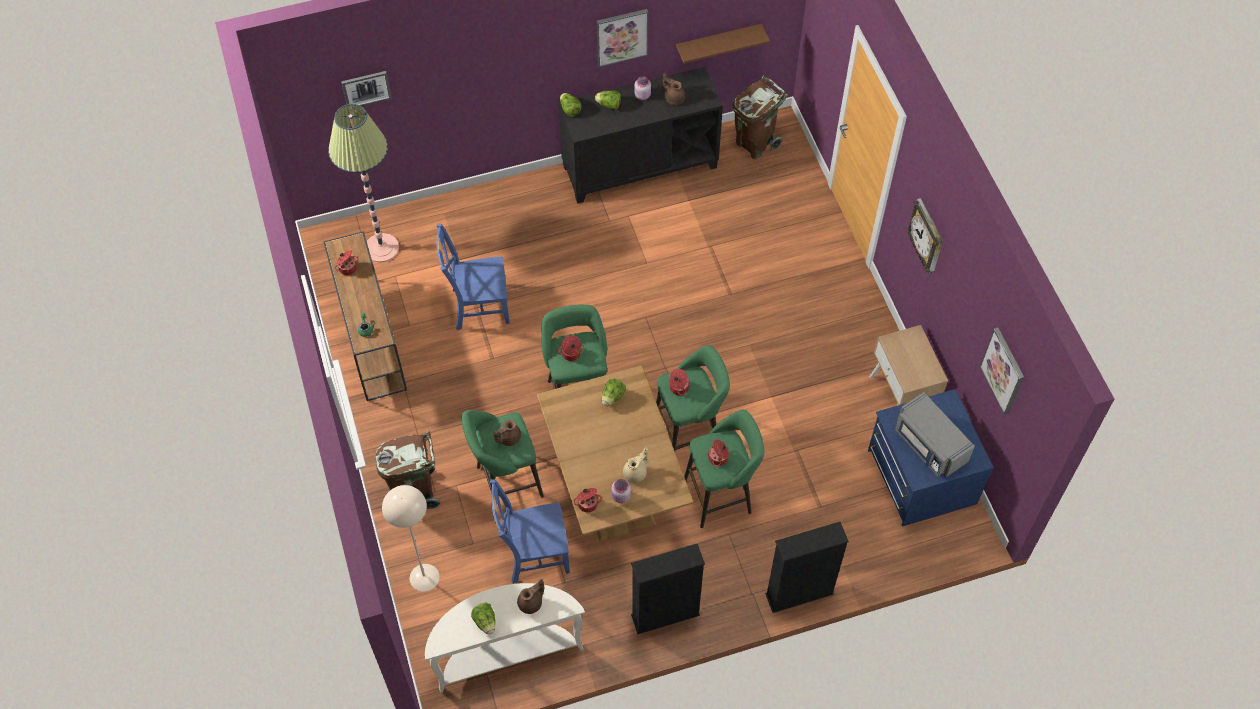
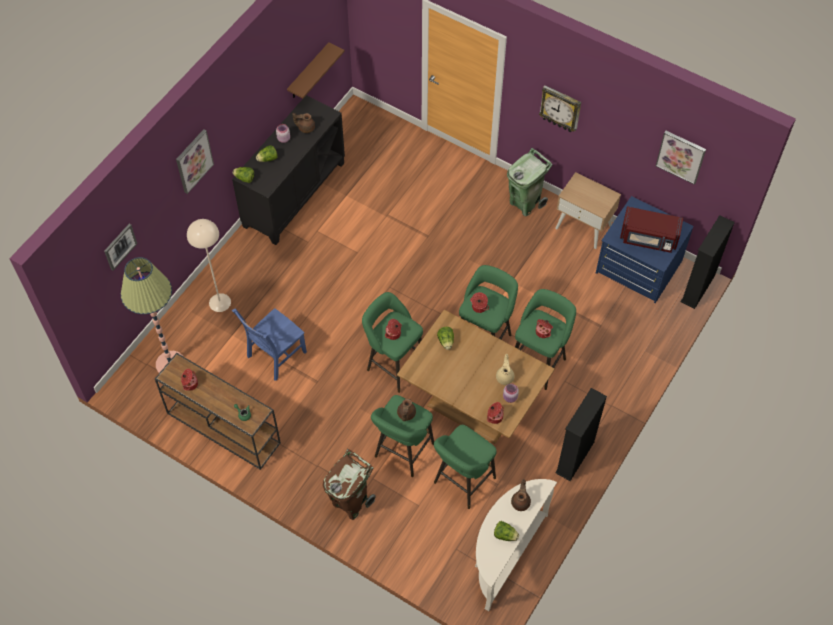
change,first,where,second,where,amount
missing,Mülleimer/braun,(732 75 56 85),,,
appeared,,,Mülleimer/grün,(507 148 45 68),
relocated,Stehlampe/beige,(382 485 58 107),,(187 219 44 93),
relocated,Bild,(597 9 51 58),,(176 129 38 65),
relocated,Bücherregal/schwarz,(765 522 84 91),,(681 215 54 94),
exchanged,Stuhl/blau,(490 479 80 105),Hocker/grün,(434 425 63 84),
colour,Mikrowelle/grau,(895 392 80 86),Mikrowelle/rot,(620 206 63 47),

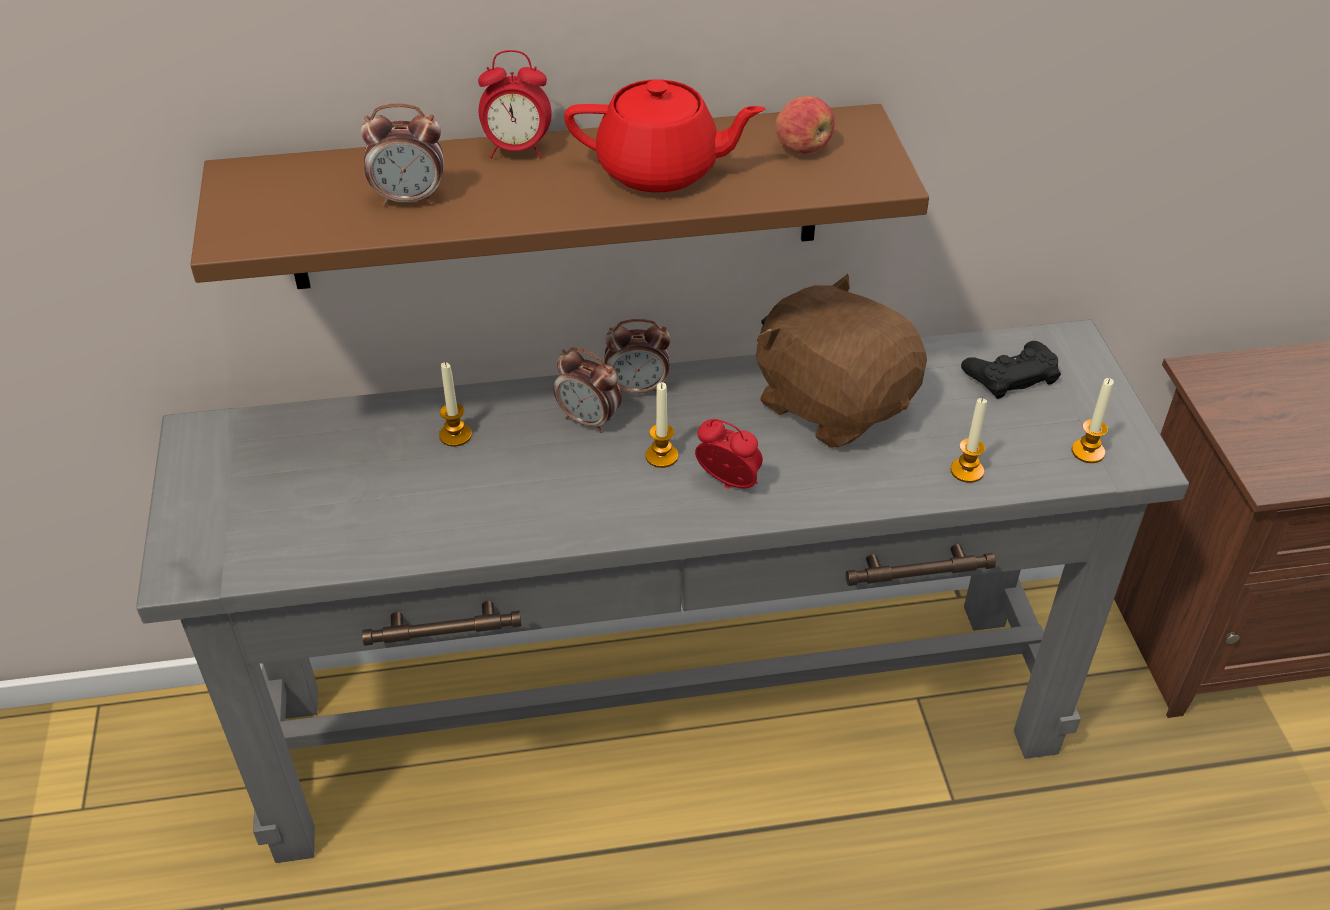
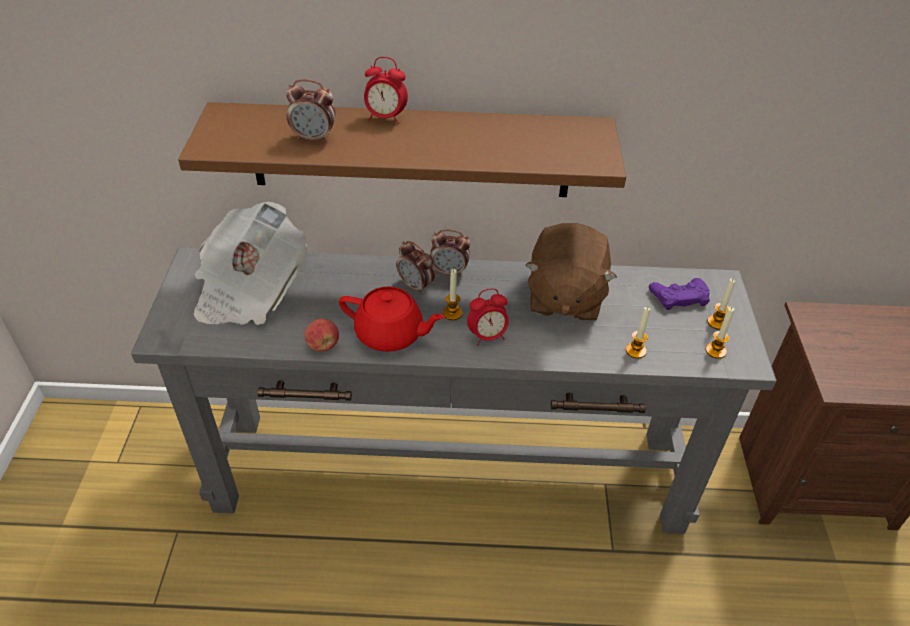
change,first,where,second,where,amount
appeared,,,Zeitung,(194 202 113 123),
relocated,Kerze,(439 362 33 85),,(707 279 28 51),
relocated,Teekanne/rot,(564 79 201 113),,(339 287 106 65),
relocated,Apfel,(775 96 60 58),,(305 319 34 33),
colour,Gamepad/schwarz,(961 341 100 58),Gamepad/lila,(649 278 61 32),
spun,Wecker,(695 419 68 70),,(467 288 42 58),120 degrees clockwise
spun,Plüschtier/braun,(756 274 171 174),,(525 223 92 99),135 degrees counterclockwise

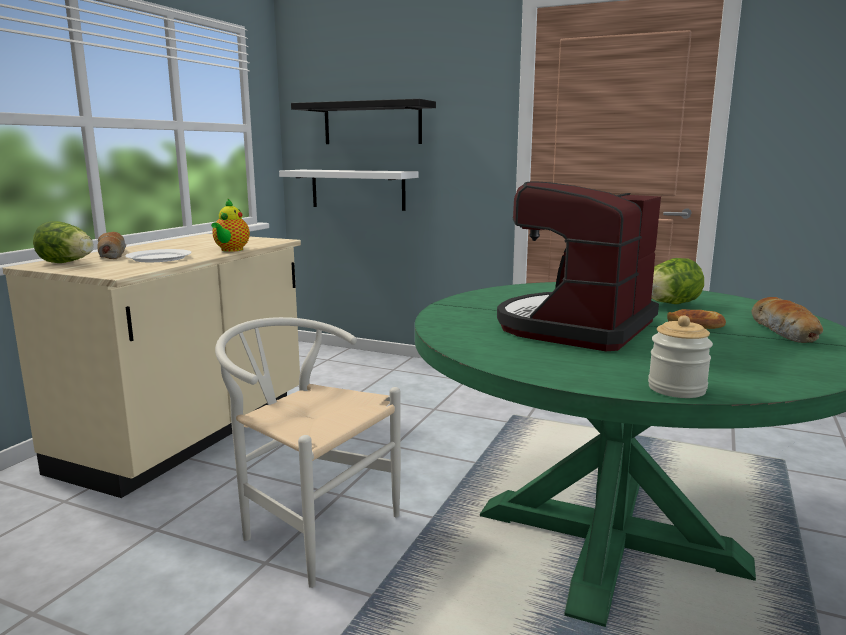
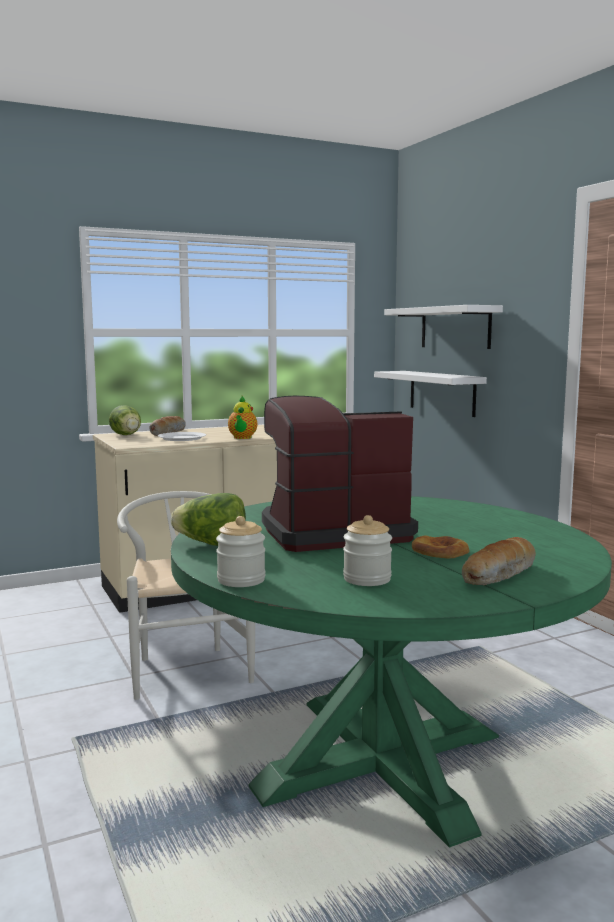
change,first,where,second,where,amount
appeared,,,Vorratsglas,(343 515 49 71),
relocated,Salatkopf,(651 258 53 46),,(171 493 75 53),
colour,Wandregal/schwarz,(291 99 145 45),Wandregal/weiß,(384 305 119 44),
spun,Teekanne,(211 199 39 53),,(228 396 29 43),45 degrees counterclockwise

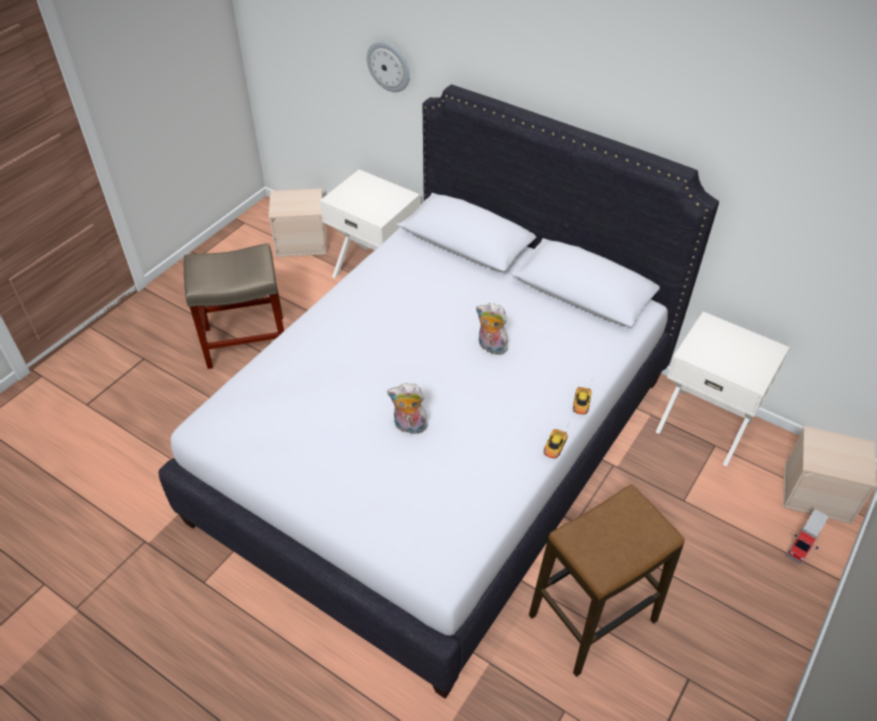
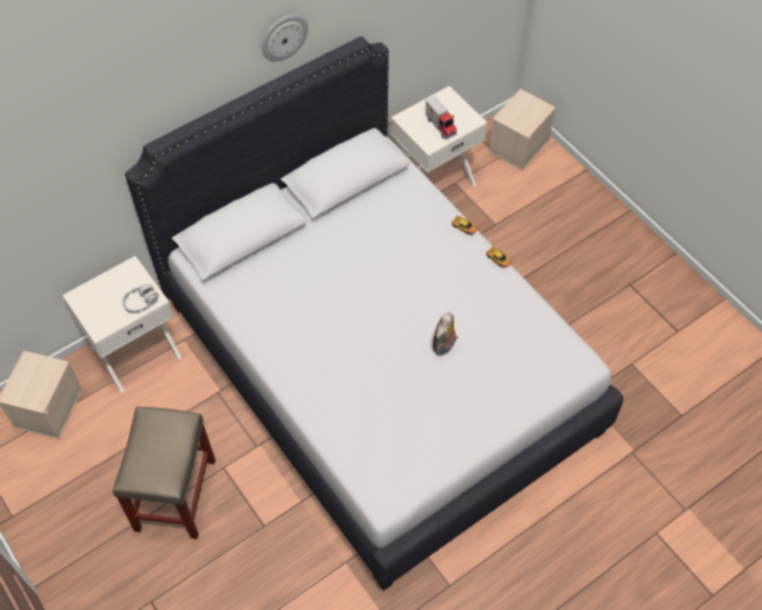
change,first,where,second,where,amount
missing,Plüschtier,(476 303 32 52),,,
missing,Hocker,(529 484 156 193),,,
appeared,,,Kopfhörer/grau,(122 284 37 29),
relocated,Wanduhr,(367 42 43 50),,(262 15 46 47),
relocated,Spielzeuglaster,(787 509 42 55),,(426 96 31 43),

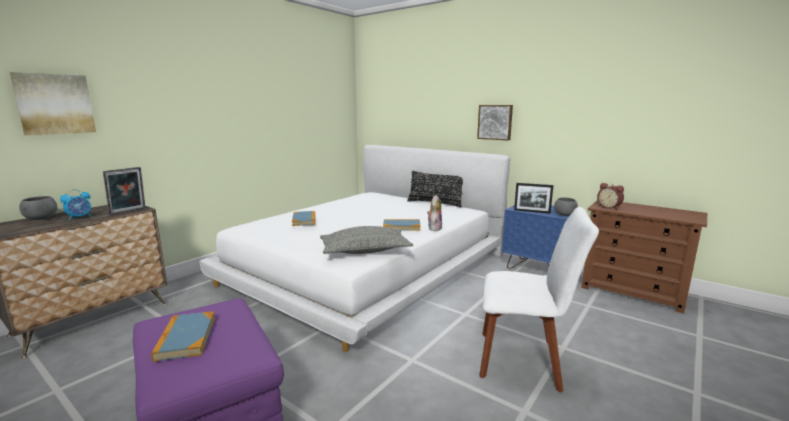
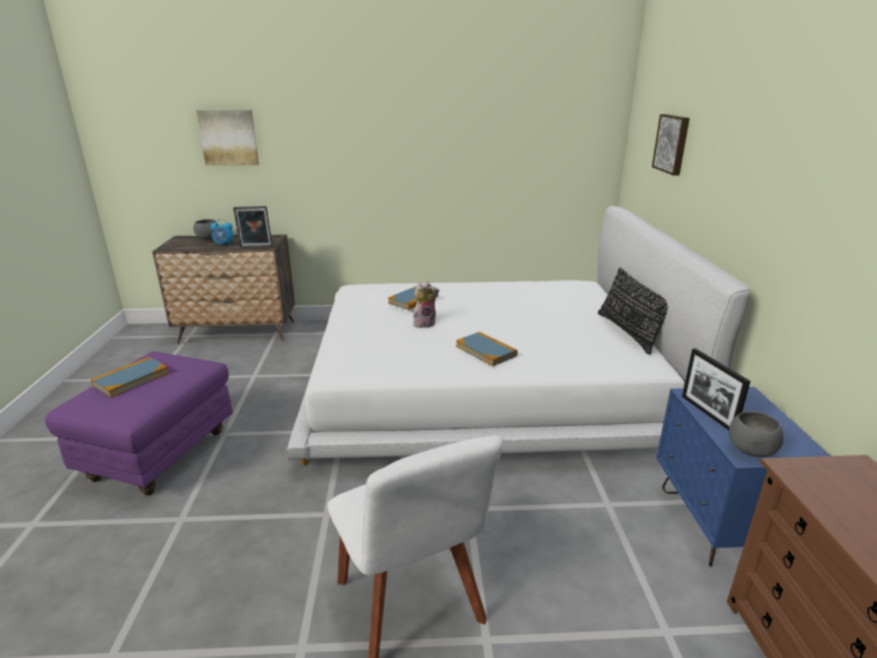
change,first,where,second,where,amount
missing,Kissen/grau,(320 226 93 28),,,
missing,Wecker,(597 183 27 26),,,
relocated,Plüschtier,(427 195 15 36),,(413 282 26 46),
relocated,Bild,(477 105 36 36),,(652 114 38 62),

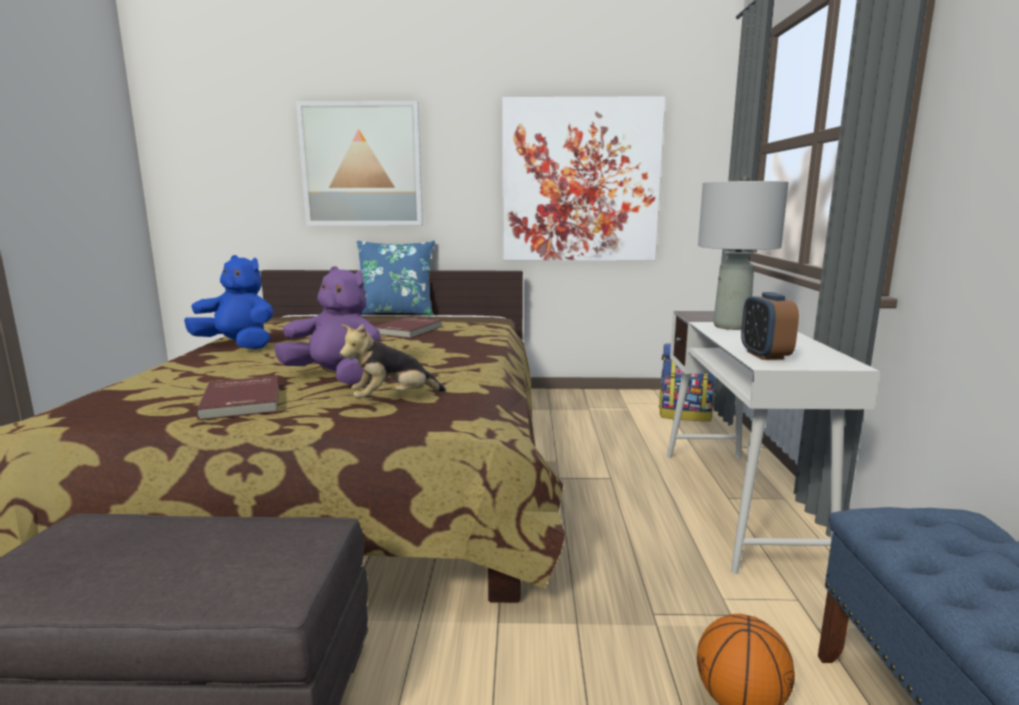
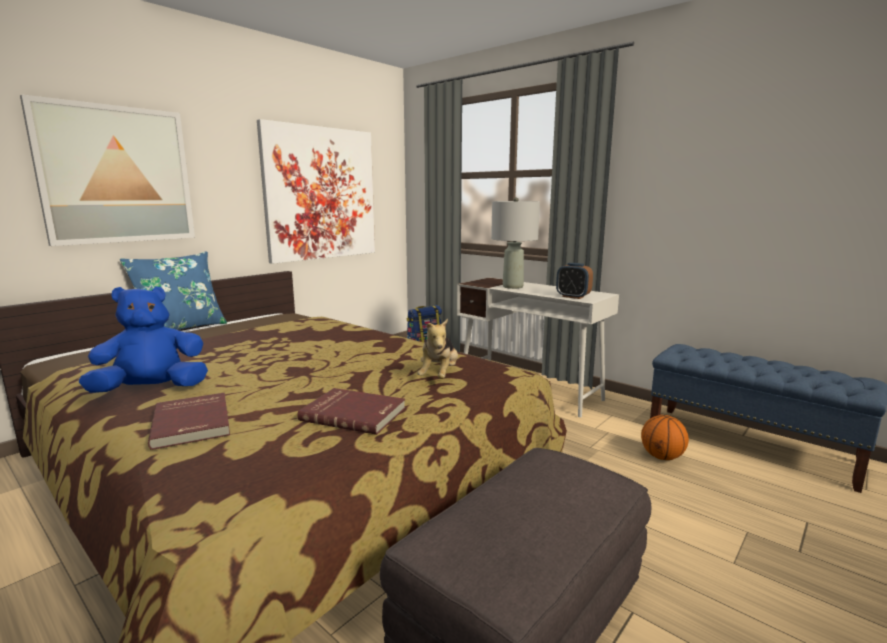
change,first,where,second,where,amount
missing,Plüschtier/lila,(274 266 107 118),,,
relocated,Buch/rot,(374 317 68 21),,(148 393 82 57),

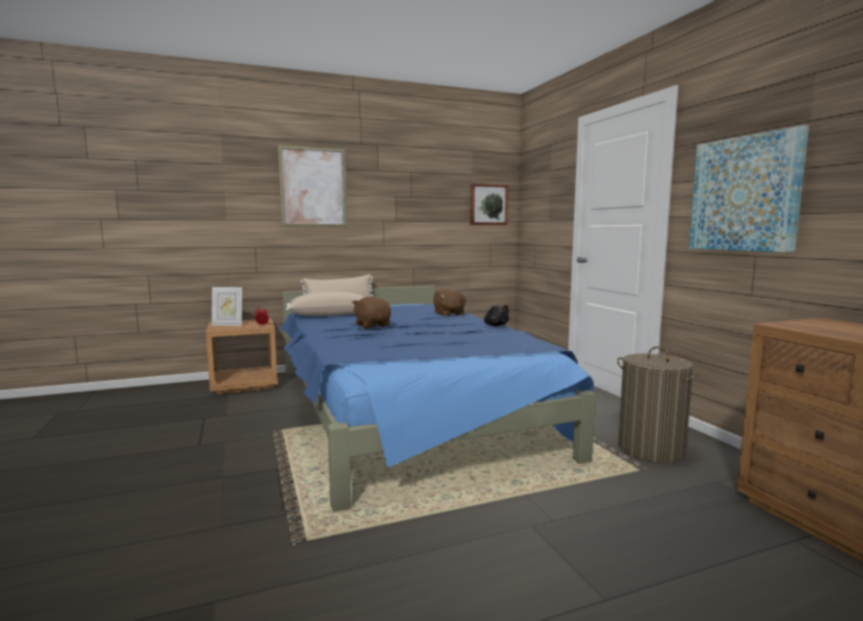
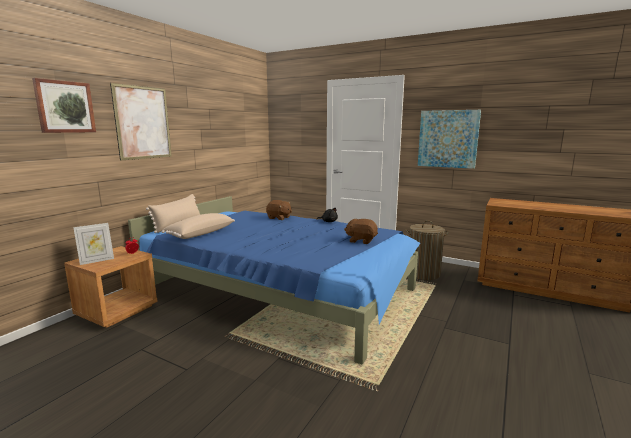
change,first,where,second,where,amount
relocated,Plüschtier/braun,(352 297 39 32),,(344 219 34 25),
relocated,Bild,(470 184 38 41),,(32 78 64 55),

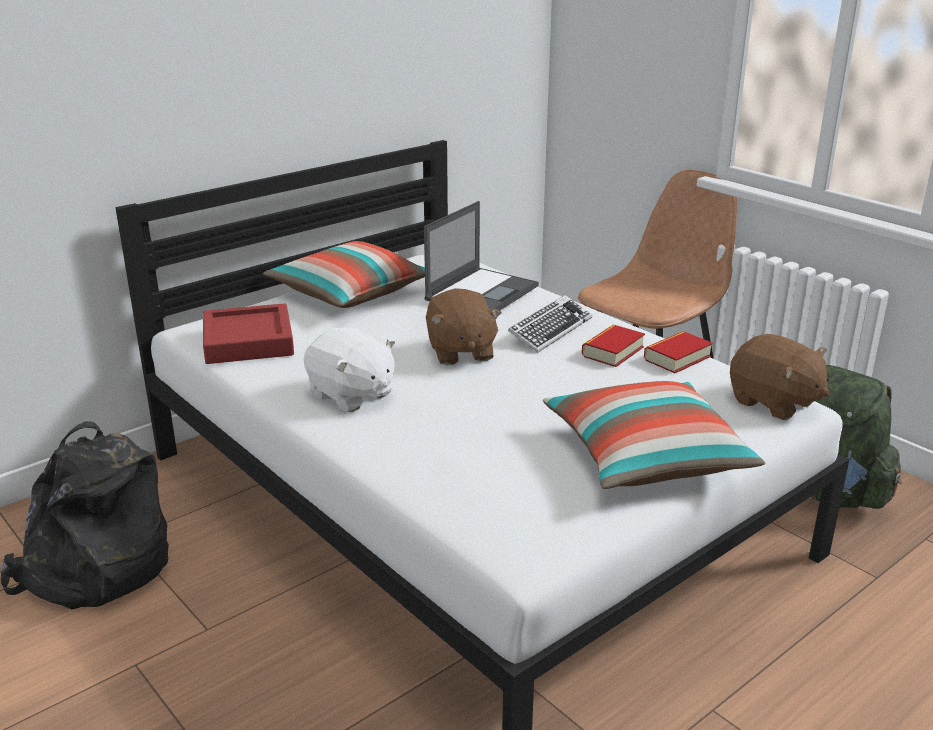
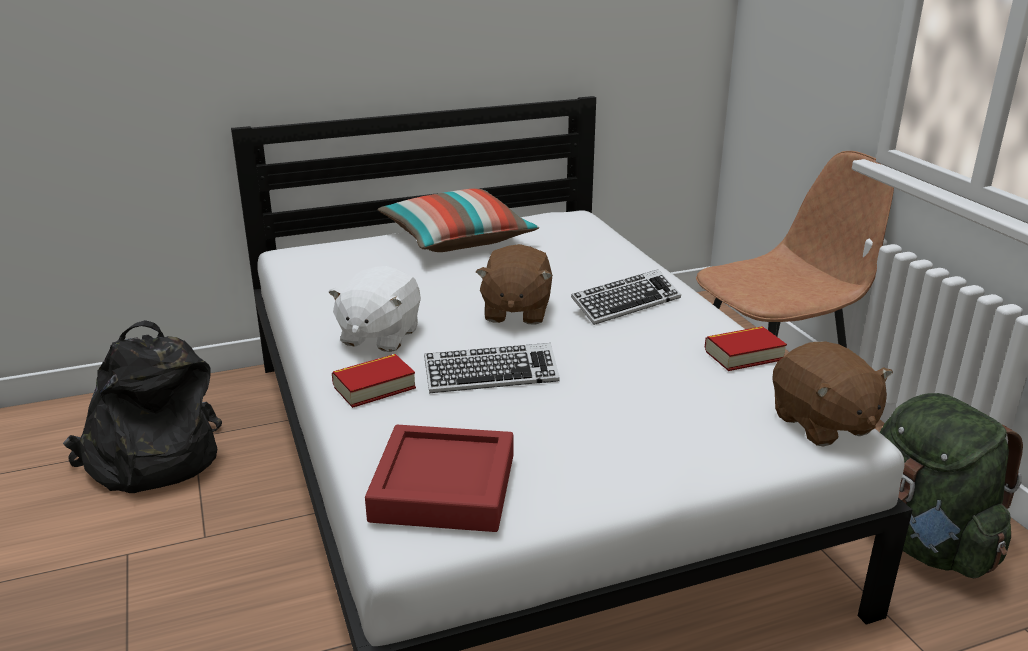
change,first,where,second,where,amount
missing,Laptop,(424 201 115 109),,,
missing,Kissen,(543 381 222 108),,,
appeared,,,Tastatur,(424 343 136 50),
relocated,Tablett/rot,(203 303 91 61),,(365 425 148 107),
relocated,Buch,(582 324 63 43),,(332 354 84 54),
spun,Plüschtier/weiß,(303 327 92 85),,(328 266 93 86),45 degrees clockwise

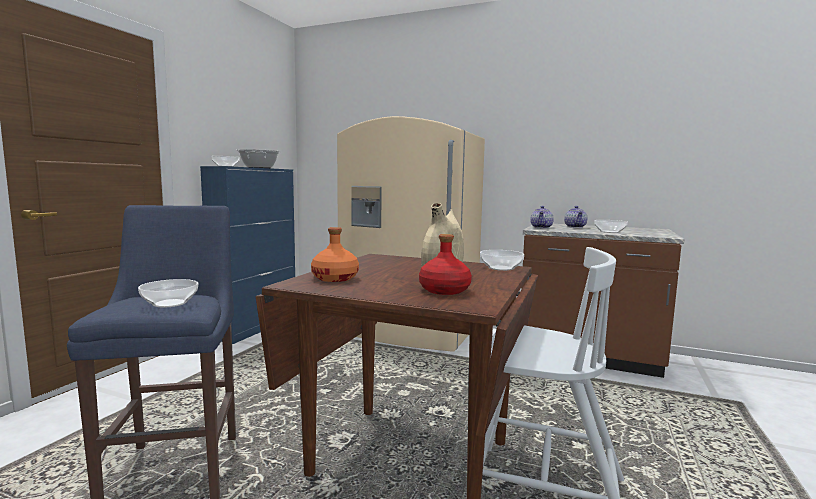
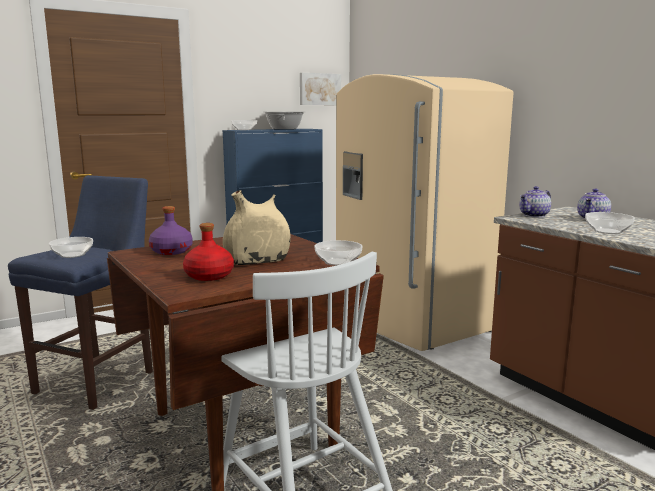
change,first,where,second,where,amount
appeared,,,Bild,(300 73 41 32),
colour,Flasche/orange,(311 227 48 55),Flasche/lila,(149 206 44 49),

